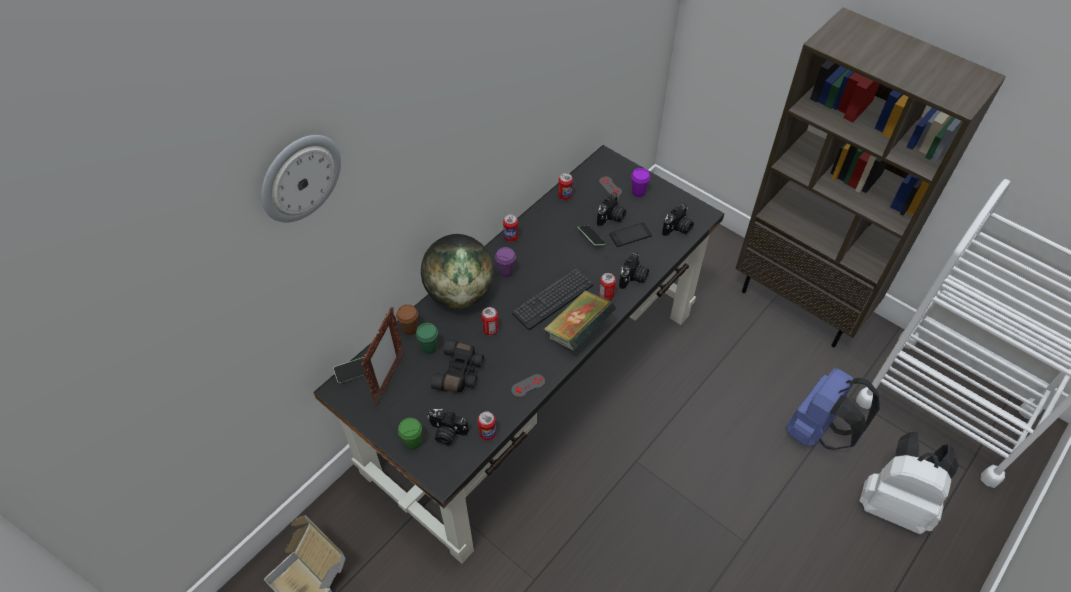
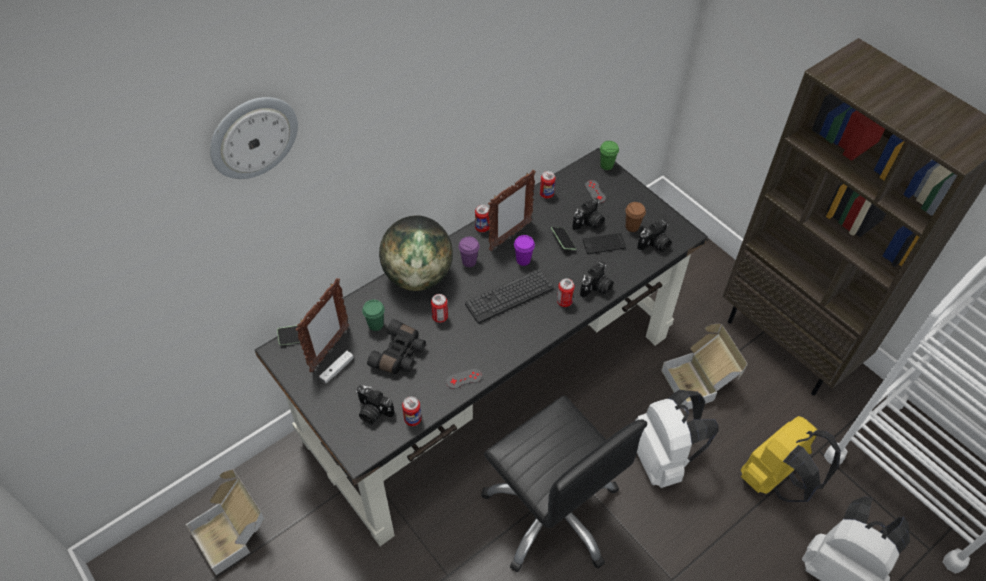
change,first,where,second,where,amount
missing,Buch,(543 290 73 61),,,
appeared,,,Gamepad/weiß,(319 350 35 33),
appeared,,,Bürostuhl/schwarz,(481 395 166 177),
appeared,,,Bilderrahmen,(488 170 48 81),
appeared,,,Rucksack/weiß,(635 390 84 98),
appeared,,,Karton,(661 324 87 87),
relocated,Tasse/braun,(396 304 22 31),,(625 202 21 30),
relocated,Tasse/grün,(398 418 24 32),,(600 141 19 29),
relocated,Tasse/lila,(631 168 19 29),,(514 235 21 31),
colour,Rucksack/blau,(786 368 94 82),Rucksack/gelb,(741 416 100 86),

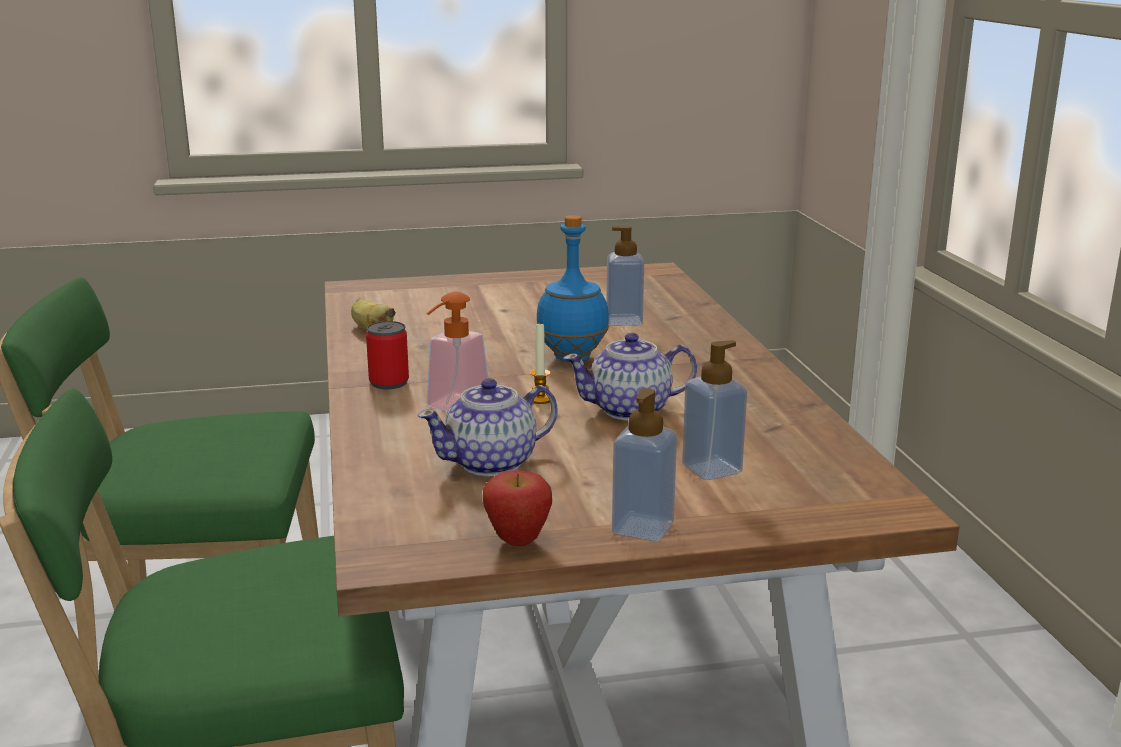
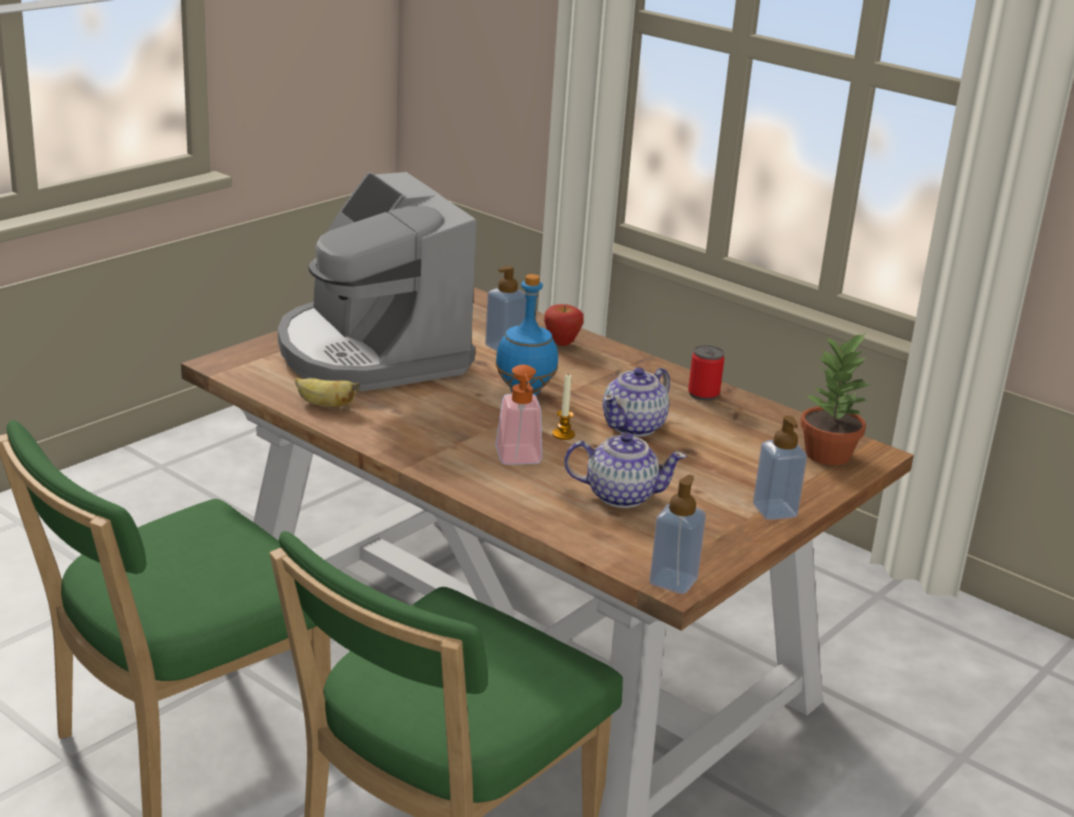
change,first,where,second,where,amount
appeared,,,Kaffeemaschine,(278 172 199 219),
appeared,,,Topfpflanze,(800 332 70 133),
relocated,Dose,(366 321 43 68),,(688 345 36 56),
relocated,Apfel,(483 470 69 76),,(544 304 40 42),
relocated,Seifenspender,(682 340 65 140),,(649 475 57 119),
spun,Teekanne,(418 378 140 98),,(564 432 122 76),105 degrees counterclockwise

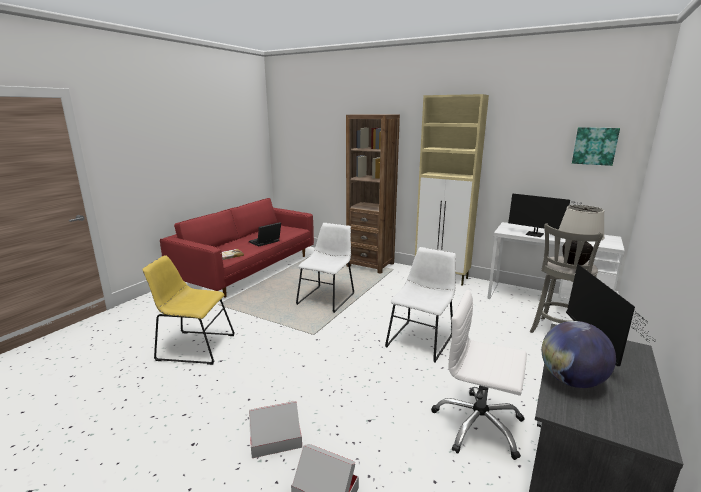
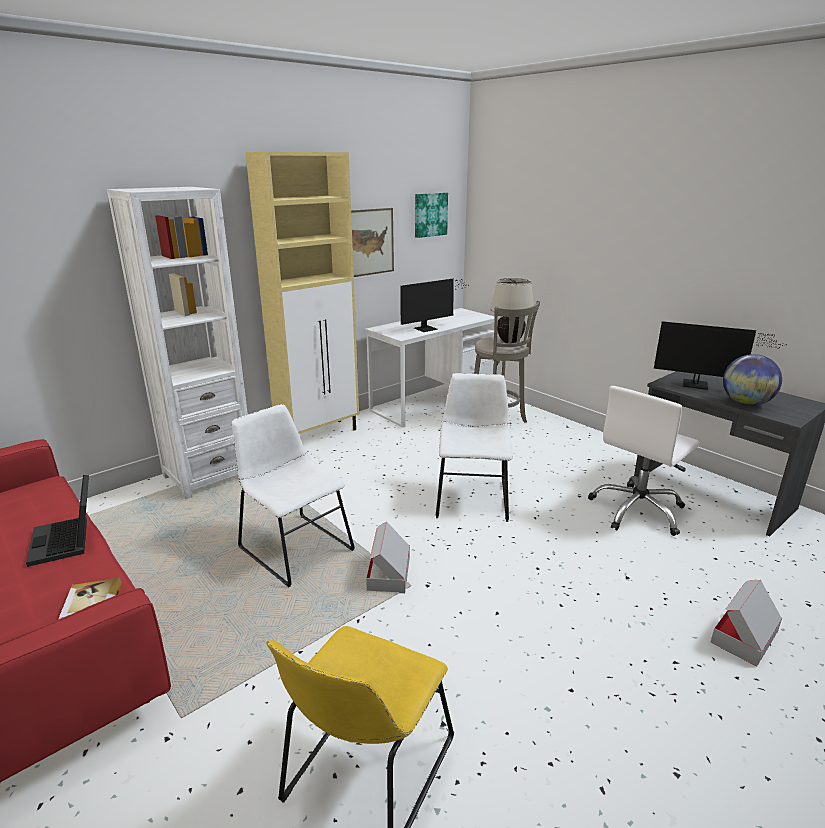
change,first,where,second,where,amount
appeared,,,Bild,(351 208 43 69),
relocated,Karton,(249 401 53 57),,(366 522 44 71),
colour,Bücherregal/braun,(346 114 54 160),Bücherregal/weiß,(107 187 141 313),
spun,Stuhl/weiß,(385 247 71 116),,(436 373 77 149),45 degrees clockwise

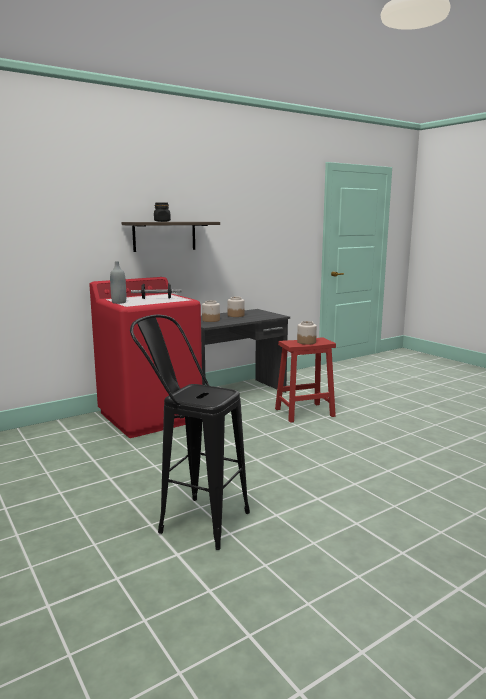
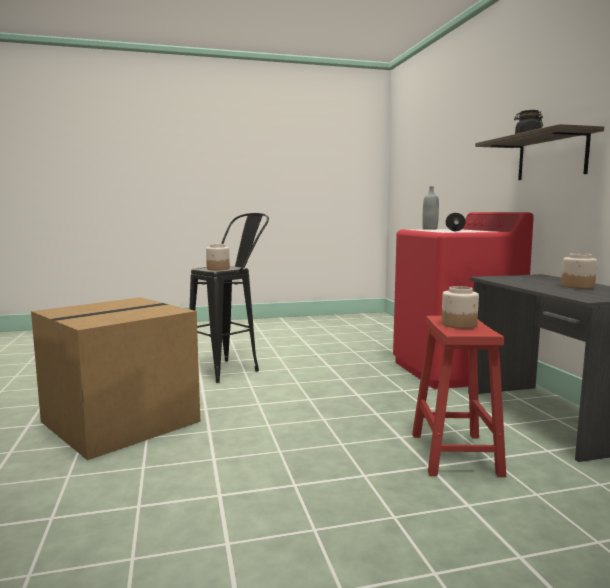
change,first,where,second,where,amount
appeared,,,Karton,(31 297 169 163),
relocated,Vorratsglas,(202 300 18 22),,(206 244 24 26),

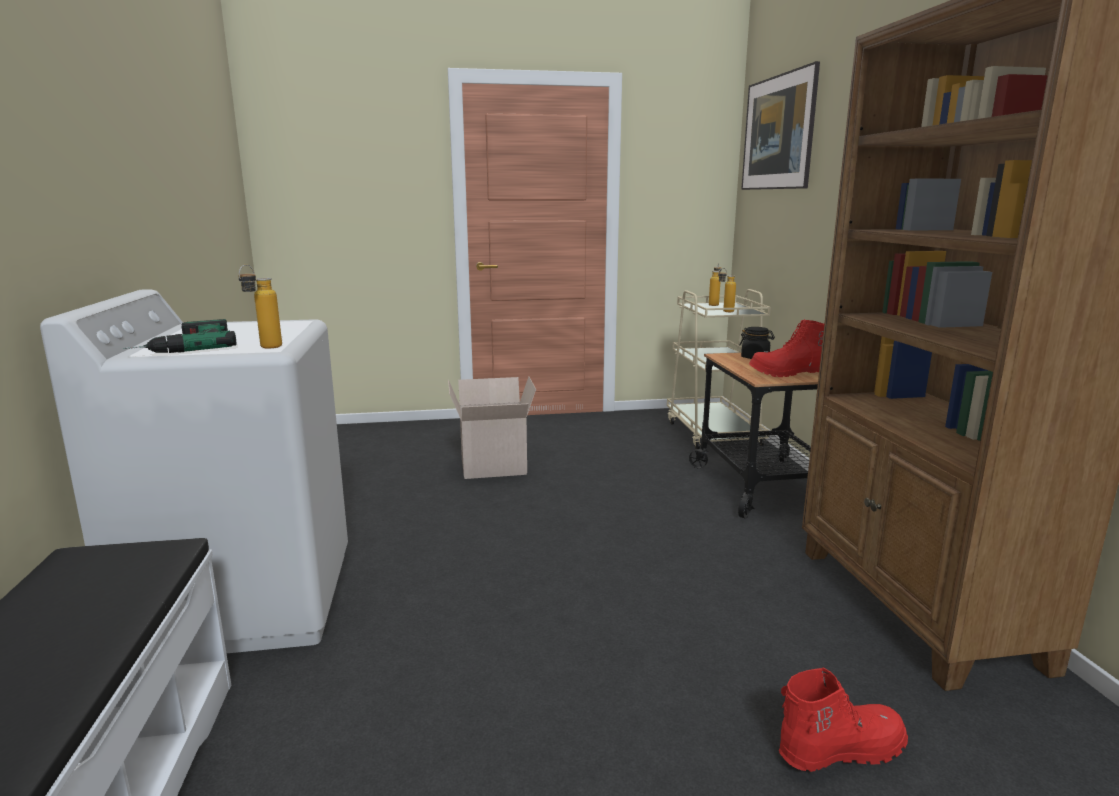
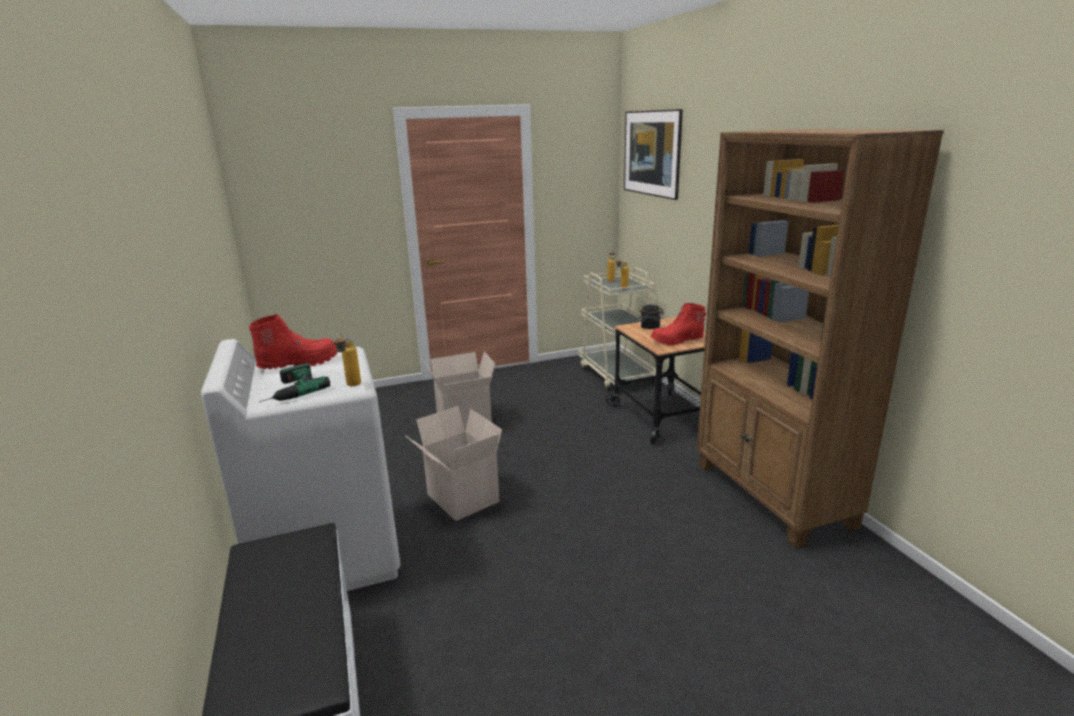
change,first,where,second,where,amount
appeared,,,Karton,(406 406 96 115),
relocated,Stiefel/rot,(779 668 129 104),,(249 314 89 55),

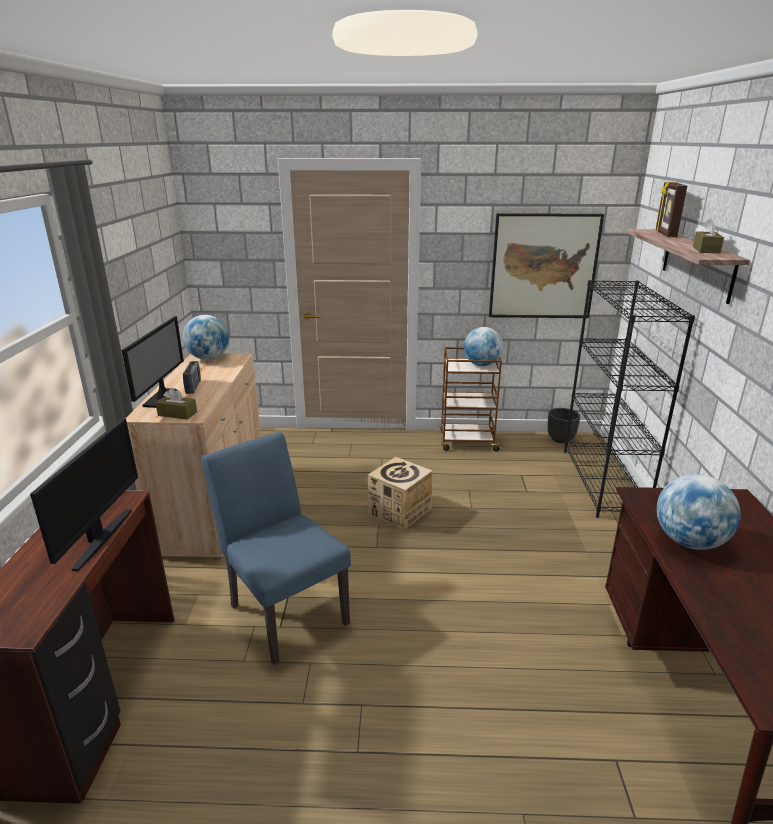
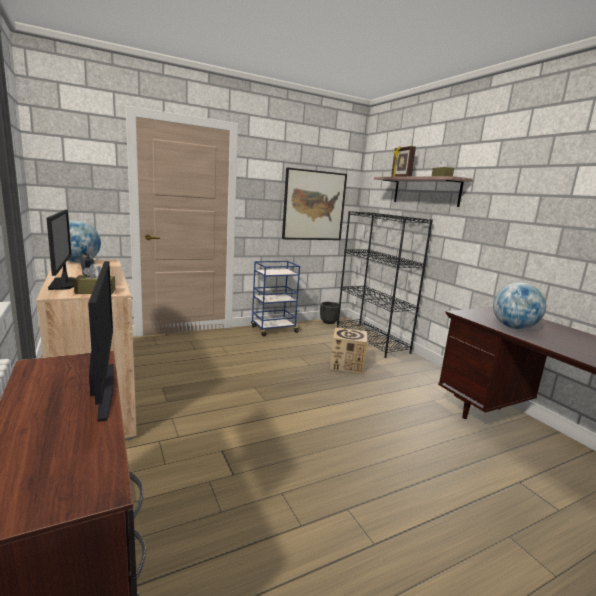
change,first,where,second,where,amount
missing,Stuhl/blau,(201 432 150 233),,,
missing,Globus,(464 327 39 39),,,
relocated,Karton,(368 457 65 73),,(330 327 37 47),
colour,Rollwagen/braun,(440 347 62 104),Rollwagen/blau,(251 261 50 75),

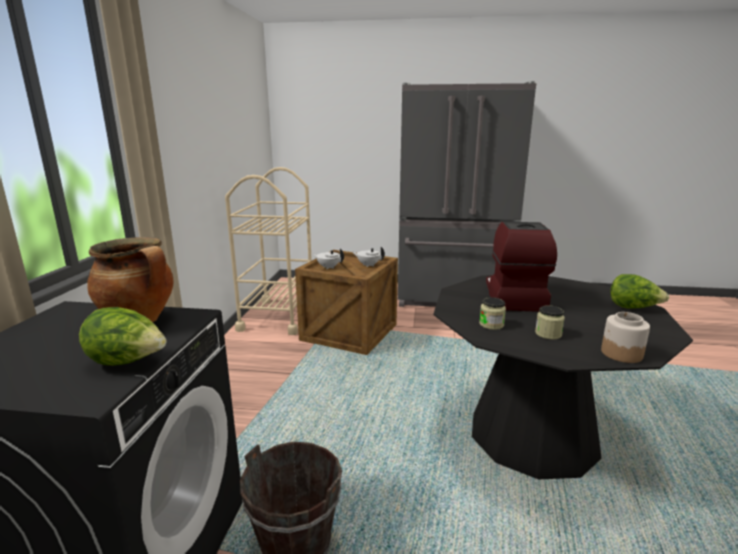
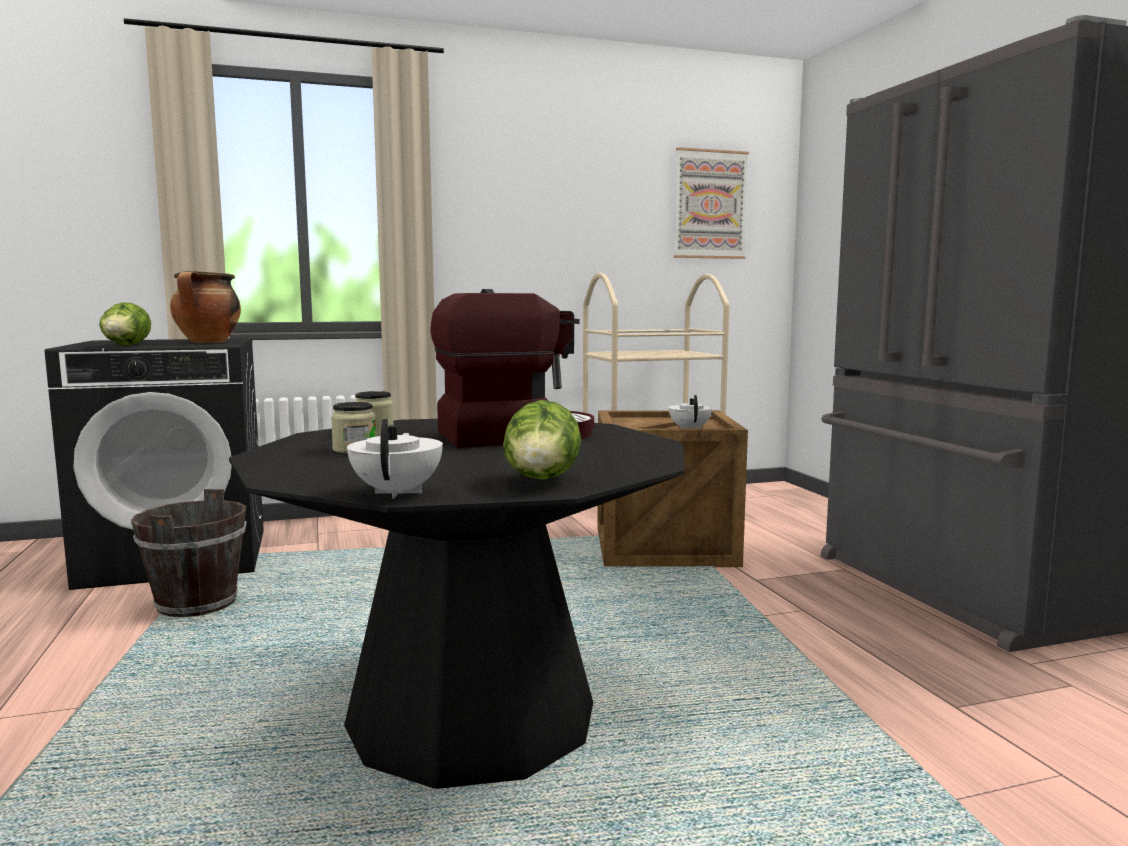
change,first,where,second,where,amount
missing,Vorratsglas,(601 312 49 51),,,
appeared,,,Bild,(674 147 75 112),
relocated,Teekanne/weiß,(312 248 32 21),,(347 419 96 79),

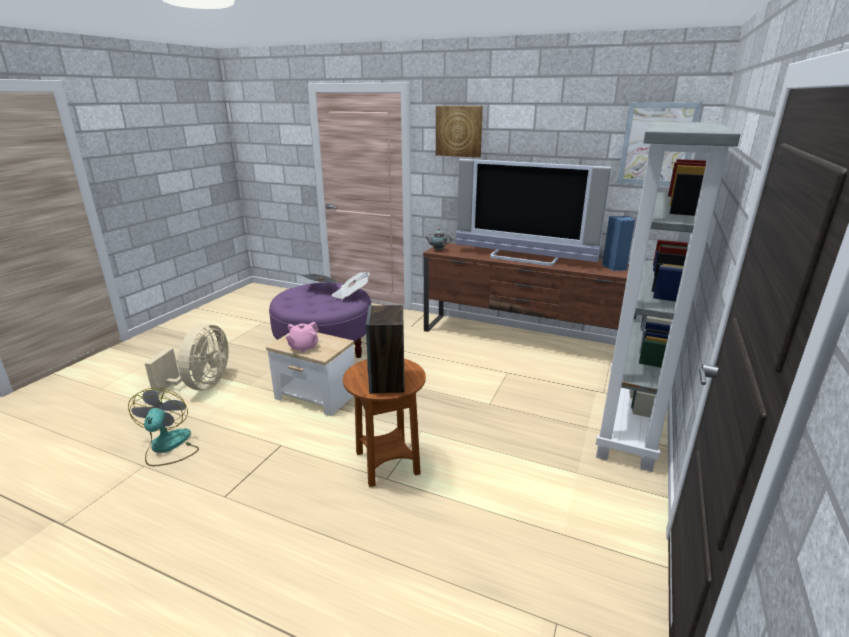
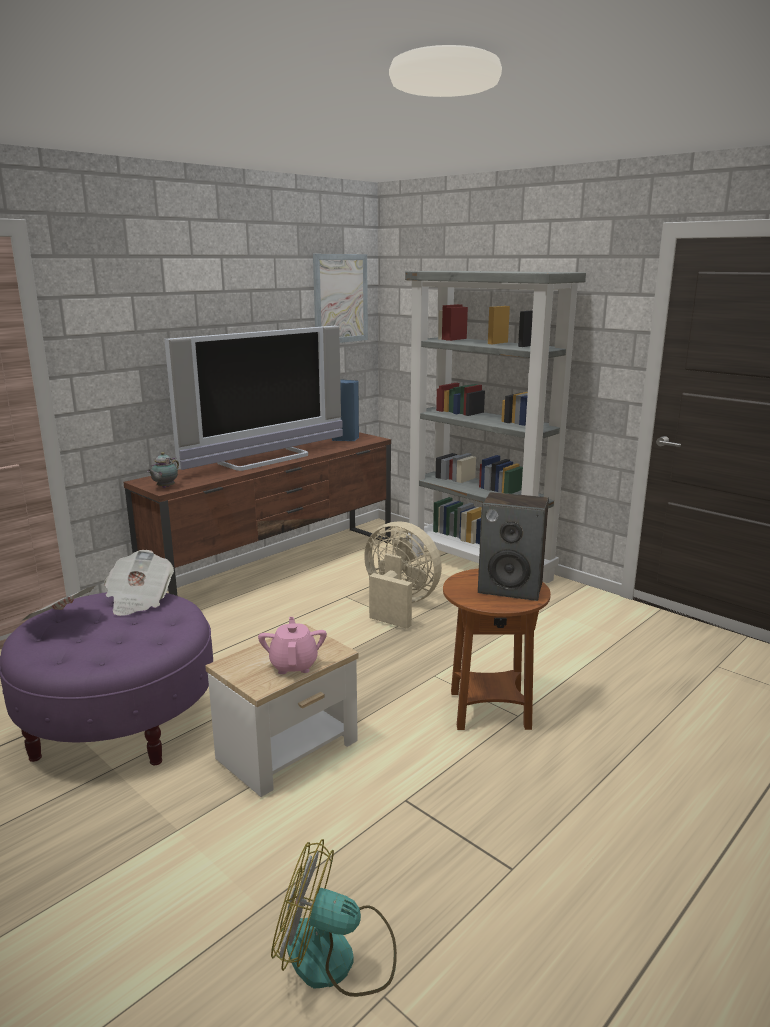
change,first,where,second,where,amount
missing,Bild,(436 106 47 51),,,
relocated,Ventilator/beige,(145 323 84 72),,(364 521 78 108),
spun,Teekanne/rosa,(286 322 33 31),,(258 617 69 57),150 degrees counterclockwise

